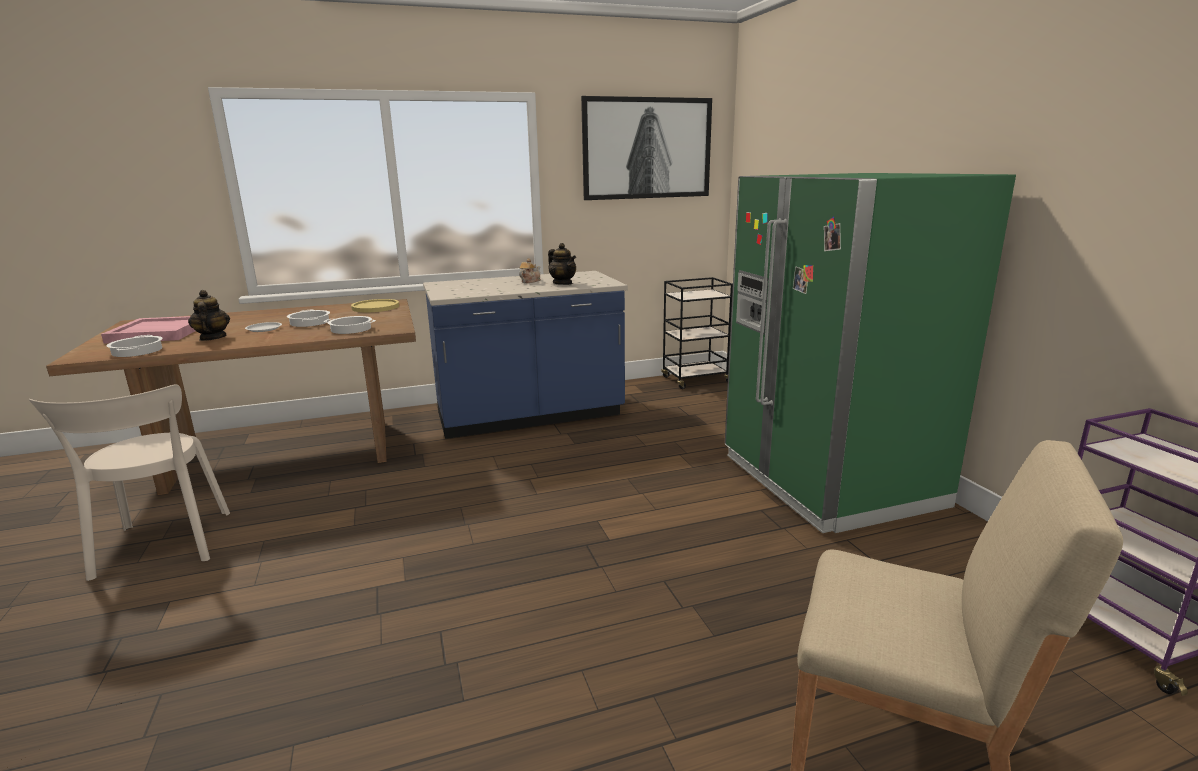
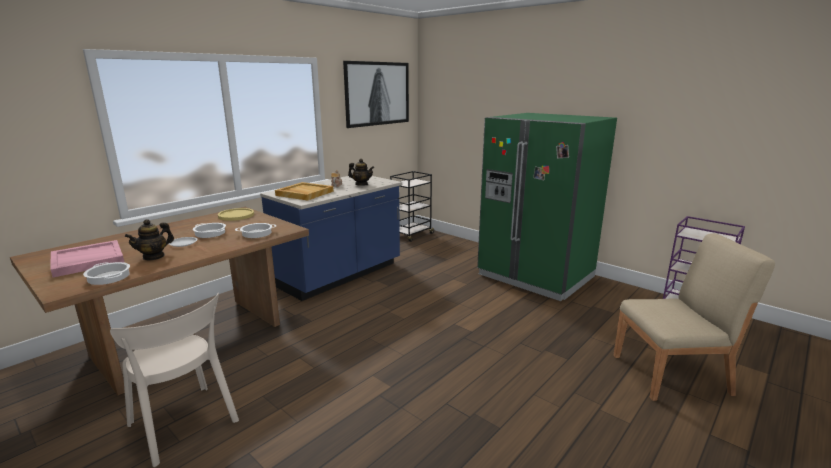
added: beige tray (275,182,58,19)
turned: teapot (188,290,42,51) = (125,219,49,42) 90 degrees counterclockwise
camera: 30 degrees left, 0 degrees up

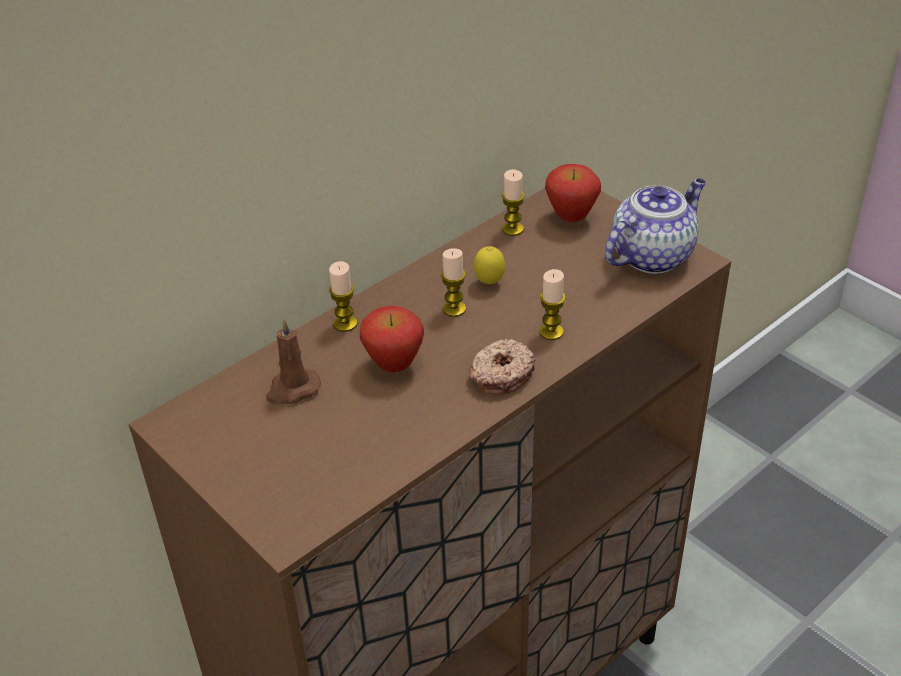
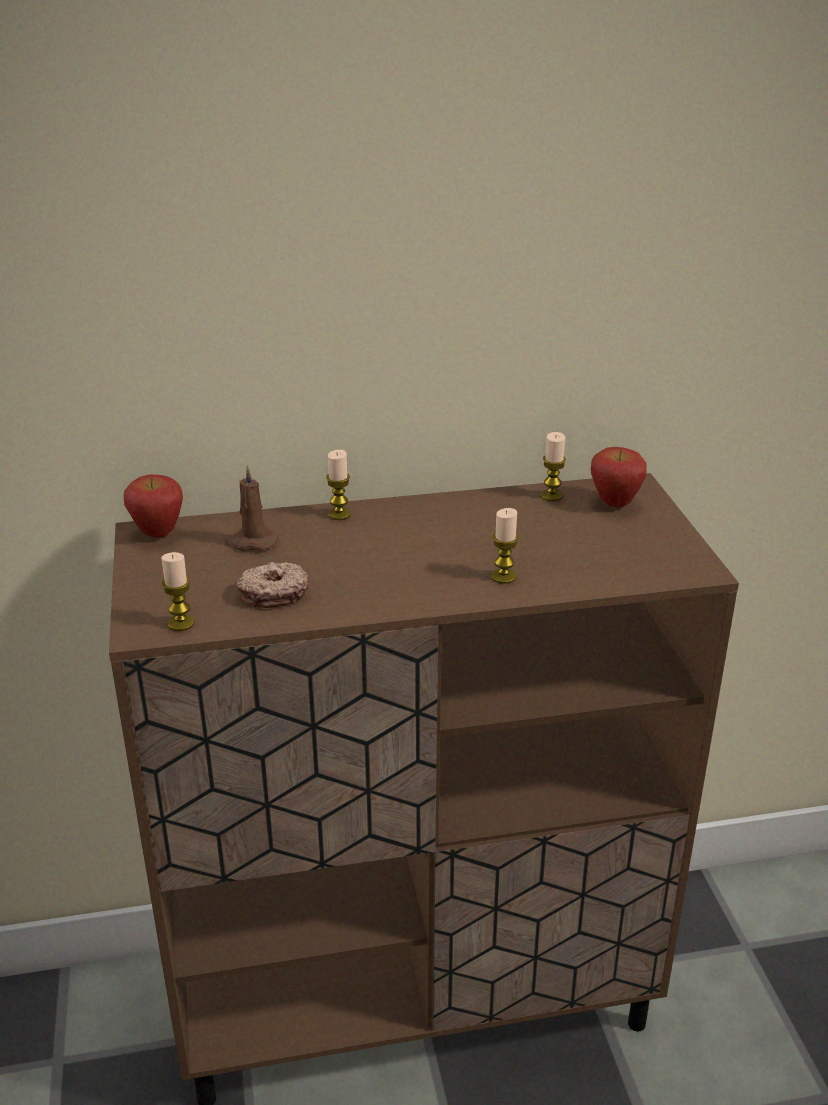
removed: lemon (474,246,31,38); teapot (605,178,101,96)
moved: apple (360,306,64,66) to (124,475,59,63); candle (441,248,25,69) to (161,552,34,79); donut (469,338,66,57) to (236,562,73,46)
camera: 30 degrees right, 10 degrees down

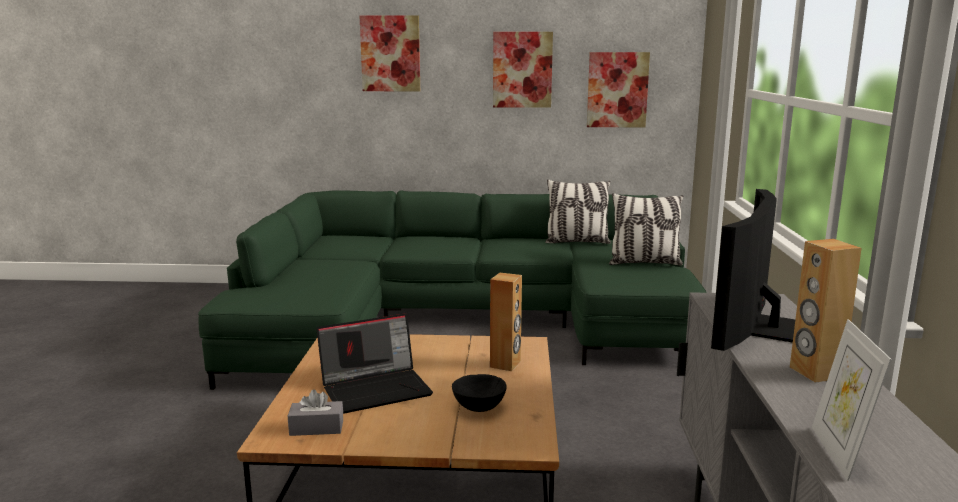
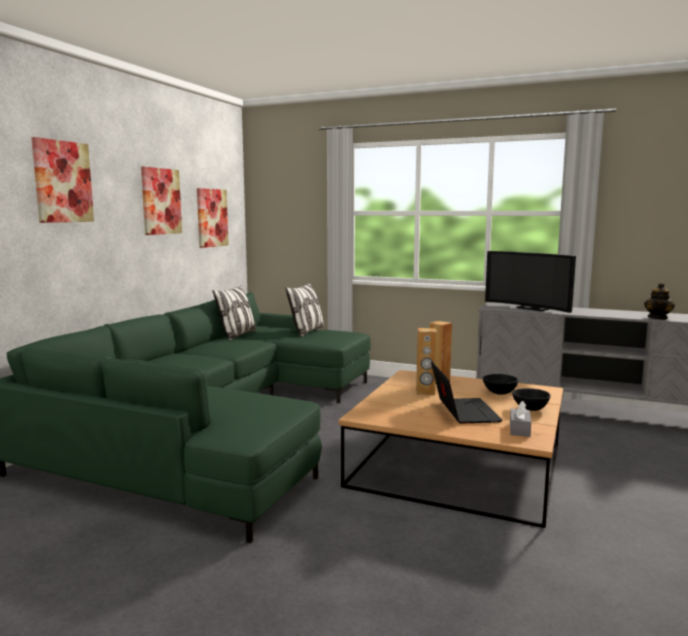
added: black bowl (512,388,39,23)
moved: brown speaker (790,239,72,144) to (416,328,21,67)
replaced: picture frame (812,319,80,162) to teapot (644,282,31,38)
camera: 70 degrees left, 5 degrees down

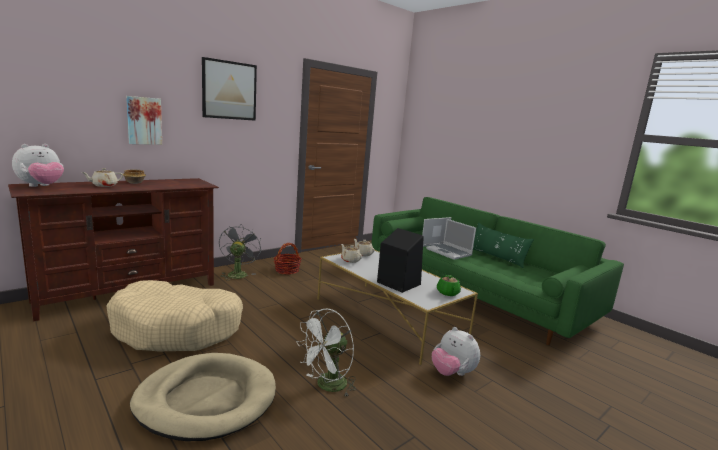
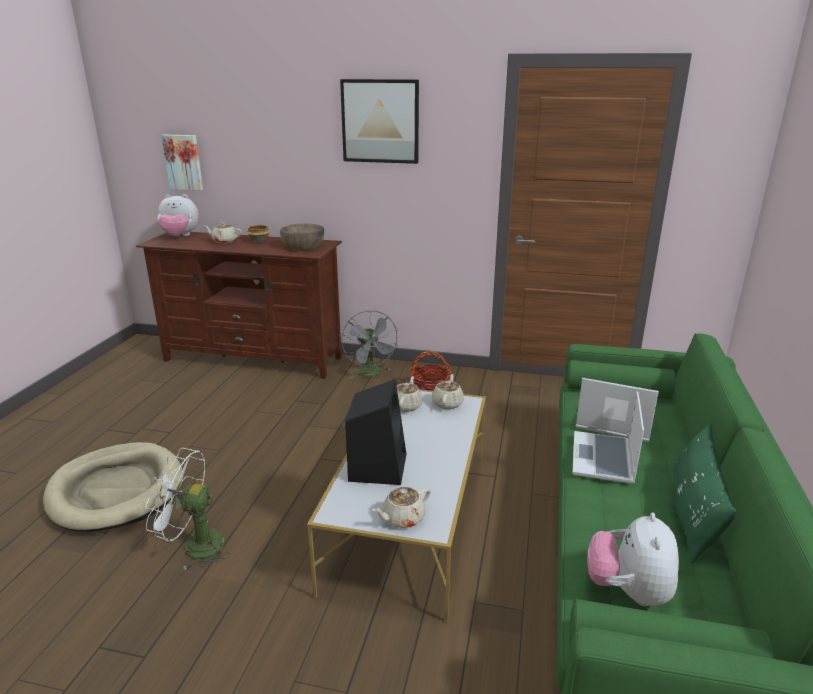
removed: beige dog bed (106,280,137,71)
added: brown bowl (280,224,44,27)
moved: picture (126,96,36,49) to (161,135,42,56); plush toy (432,327,48,49) to (587,513,92,93)
recoloured: green teapot (437,275,24,21) to beige teapot (372,487,59,41)
turned: grey fan (219,224,43,56) = (341,310,58,69) 105 degrees clockwise
camera: 55 degrees right, 10 degrees up

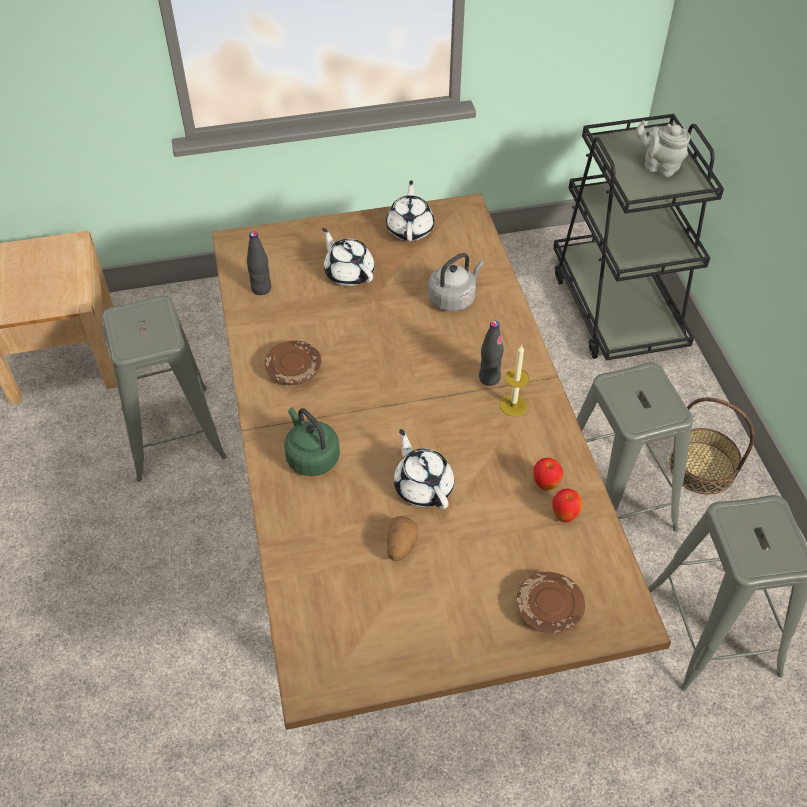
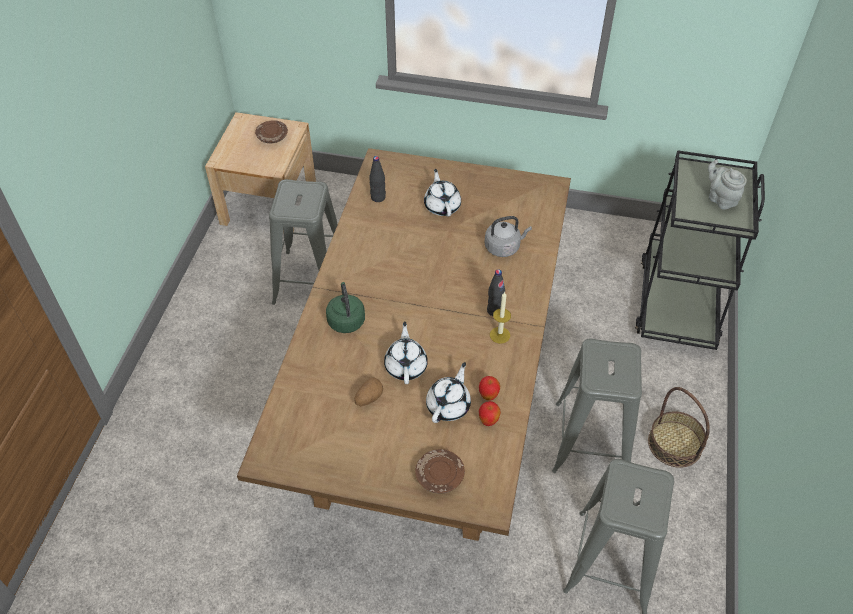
moved: brown plate (264,340,57,45) to (255,120,33,23); white teapot (386,180,48,61) to (426,362,45,61)
camera: 25 degrees right, 0 degrees up

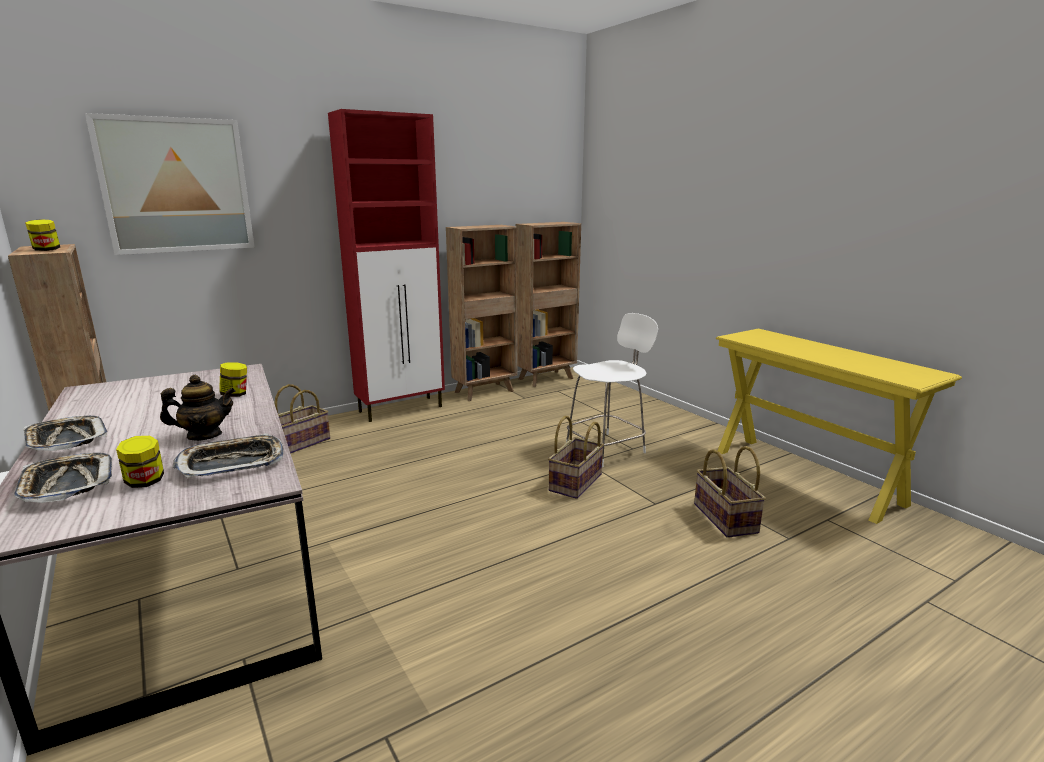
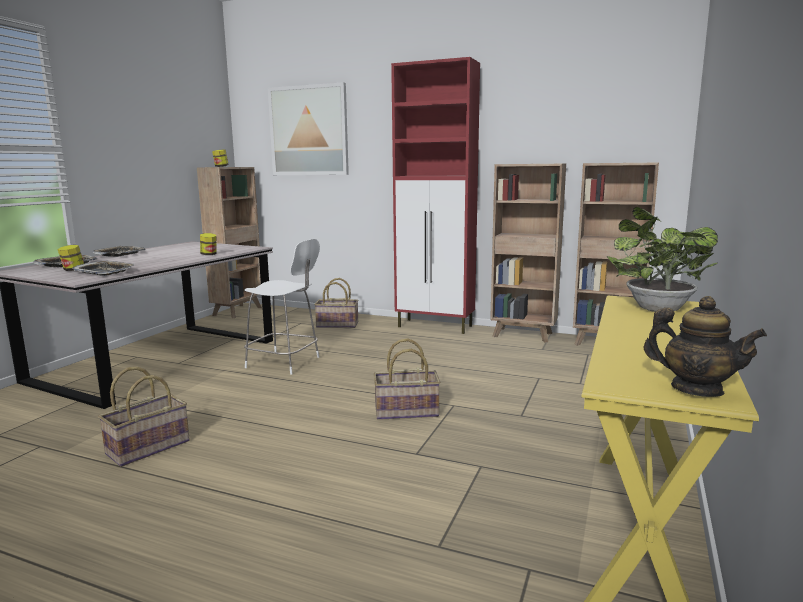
added: potted plant (607,207,111,105)
moved: teapot (160,375,76,66) to (643,296,124,101); white chair (566,313,92,154) to (244,239,76,136); basket (694,446,72,92) to (98,366,92,101)
camera: 55 degrees right, 5 degrees down

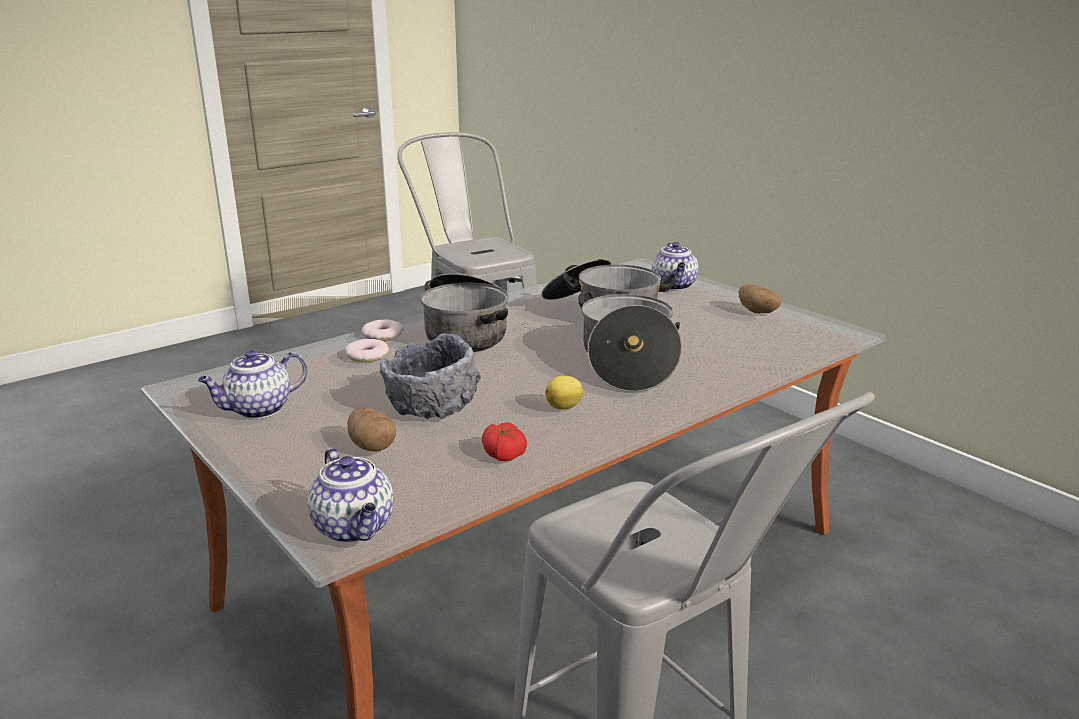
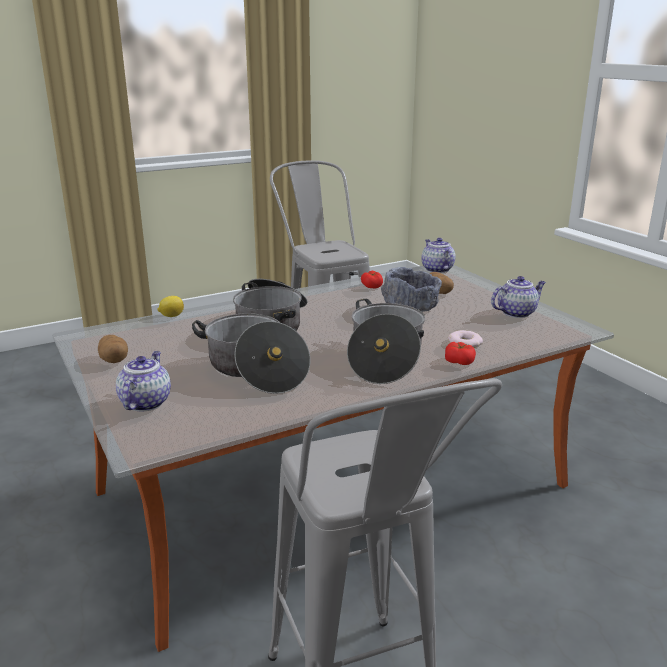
moved: lemon (545,376,38,34) to (158,296,26,21)
replaced: donut (361,319,43,22) to tomato (445,342,31,23)
camera: 170 degrees left, 0 degrees up

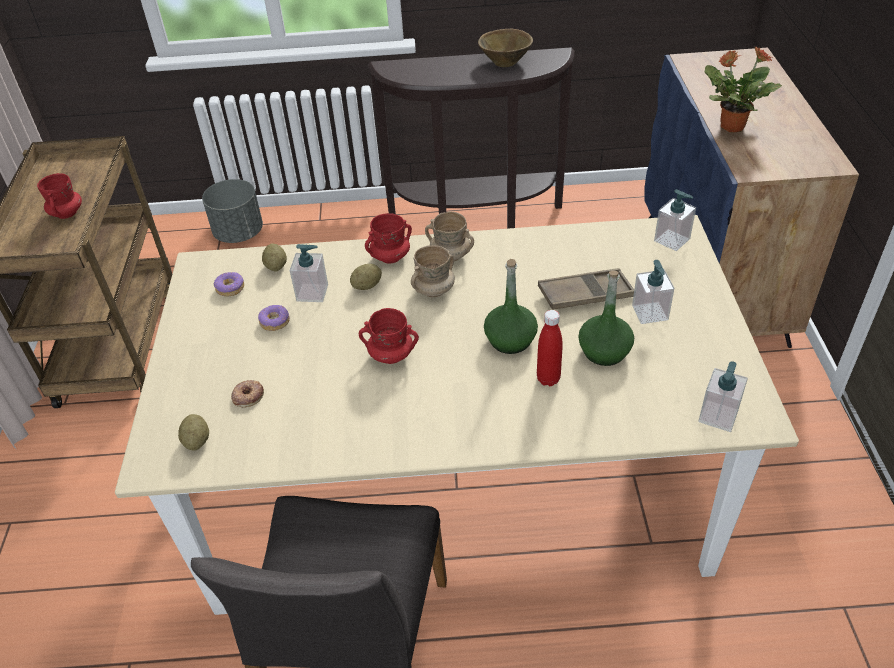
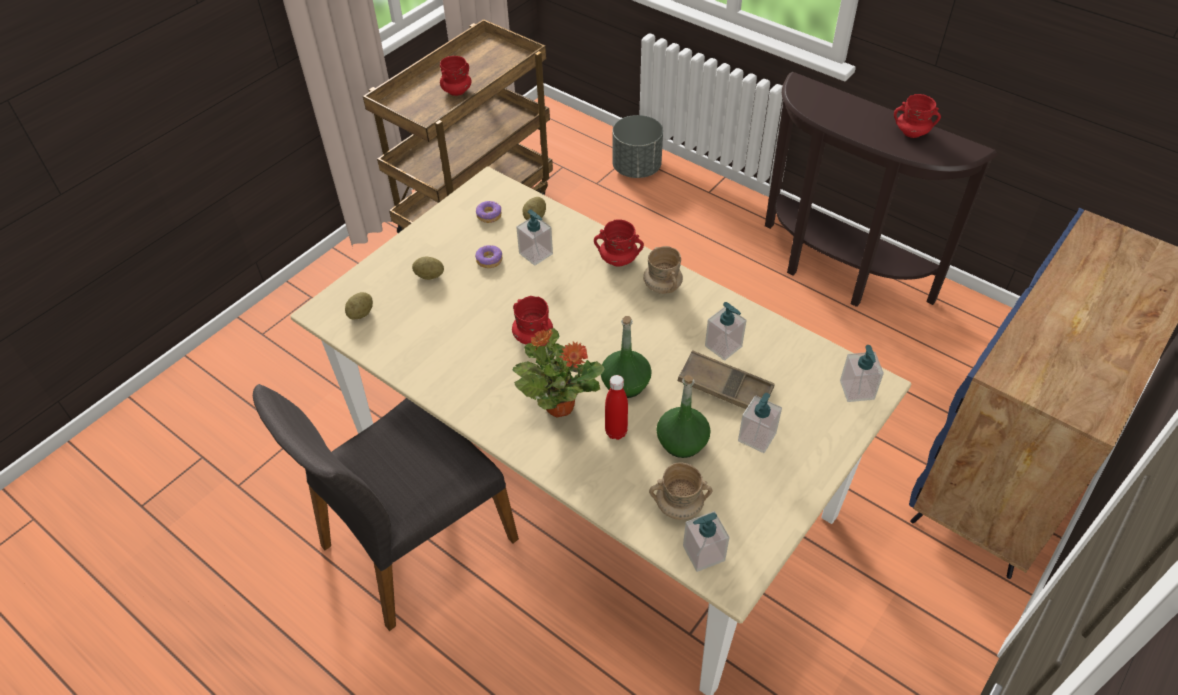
removed: donut (231,380,33,28)
added: soap dispenser (705,302,42,59)
moved: potato (350,264,32,26) to (412,257,32,23); beige mug (411,245,44,52) to (649,462,64,58); potted plant (705,46,77,86) to (513,328,91,90)
replaced: brown bowl (478,29,55,38) to red mug (894,94,47,44)
camera: 40 degrees right, 5 degrees up

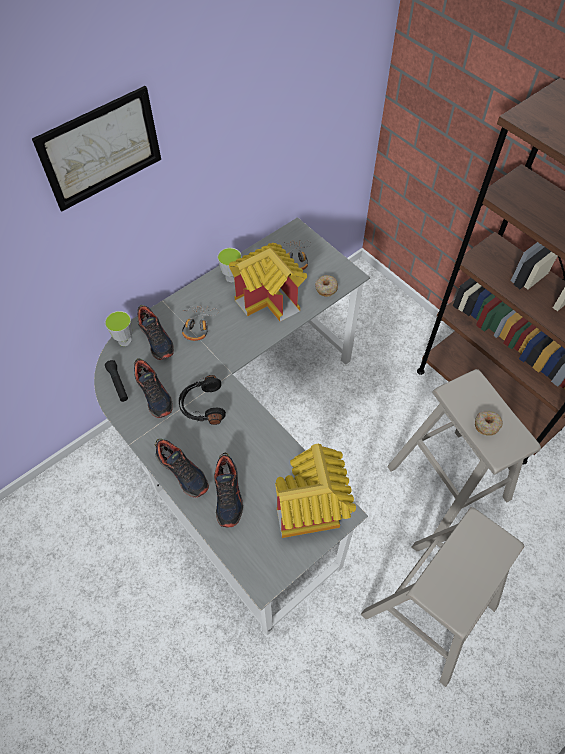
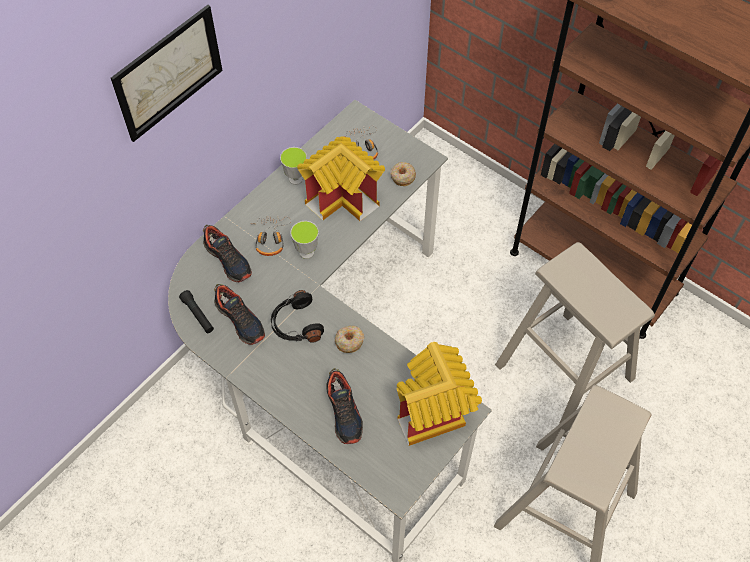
removed: shoe (155,439,54,59)
moved: cup (105,311,28,35) to (290,221,29,38); donut (475,411,28,25) to (335,326,29,27)
camera: 10 degrees left, 0 degrees up

